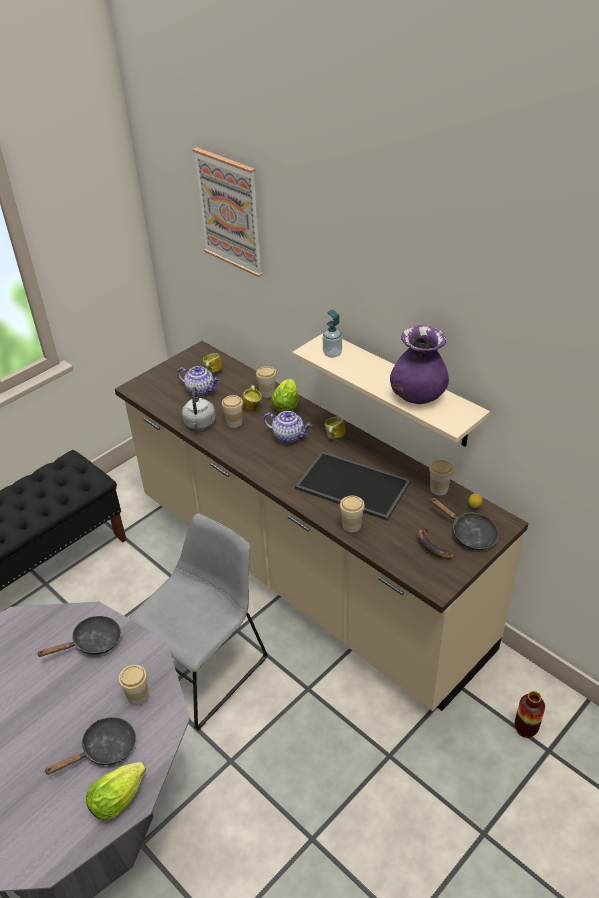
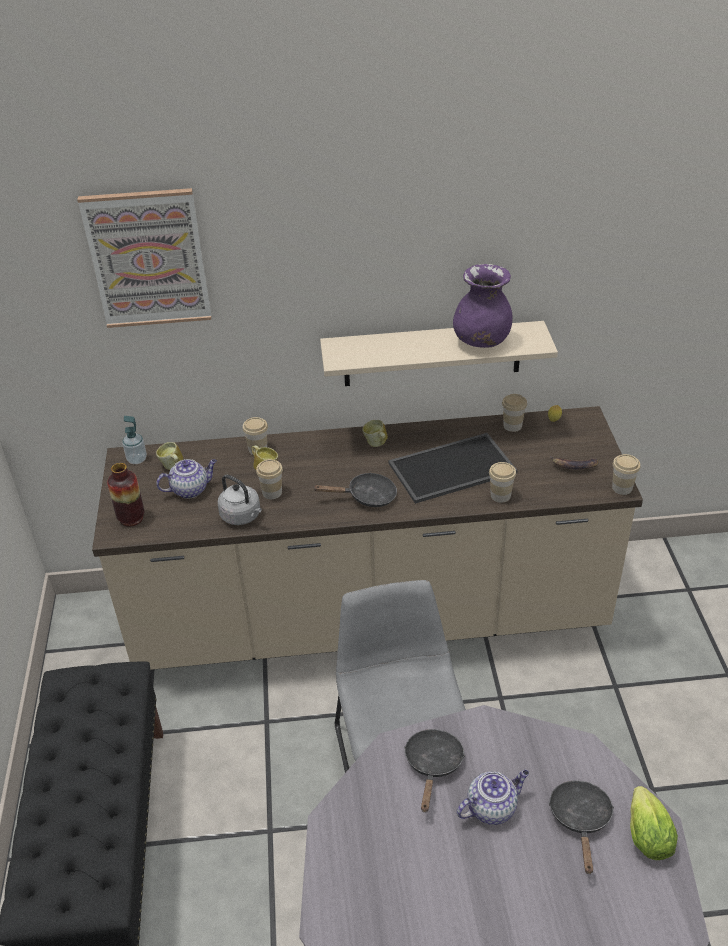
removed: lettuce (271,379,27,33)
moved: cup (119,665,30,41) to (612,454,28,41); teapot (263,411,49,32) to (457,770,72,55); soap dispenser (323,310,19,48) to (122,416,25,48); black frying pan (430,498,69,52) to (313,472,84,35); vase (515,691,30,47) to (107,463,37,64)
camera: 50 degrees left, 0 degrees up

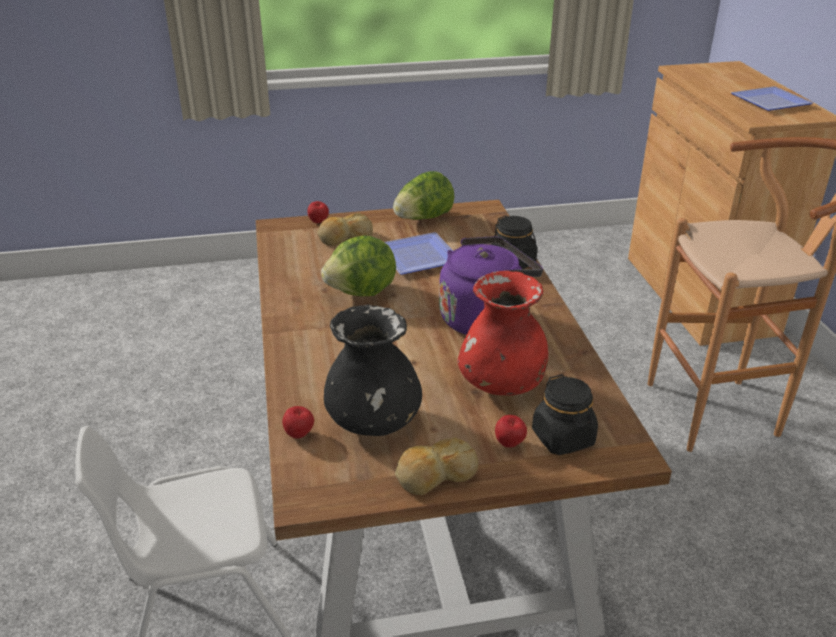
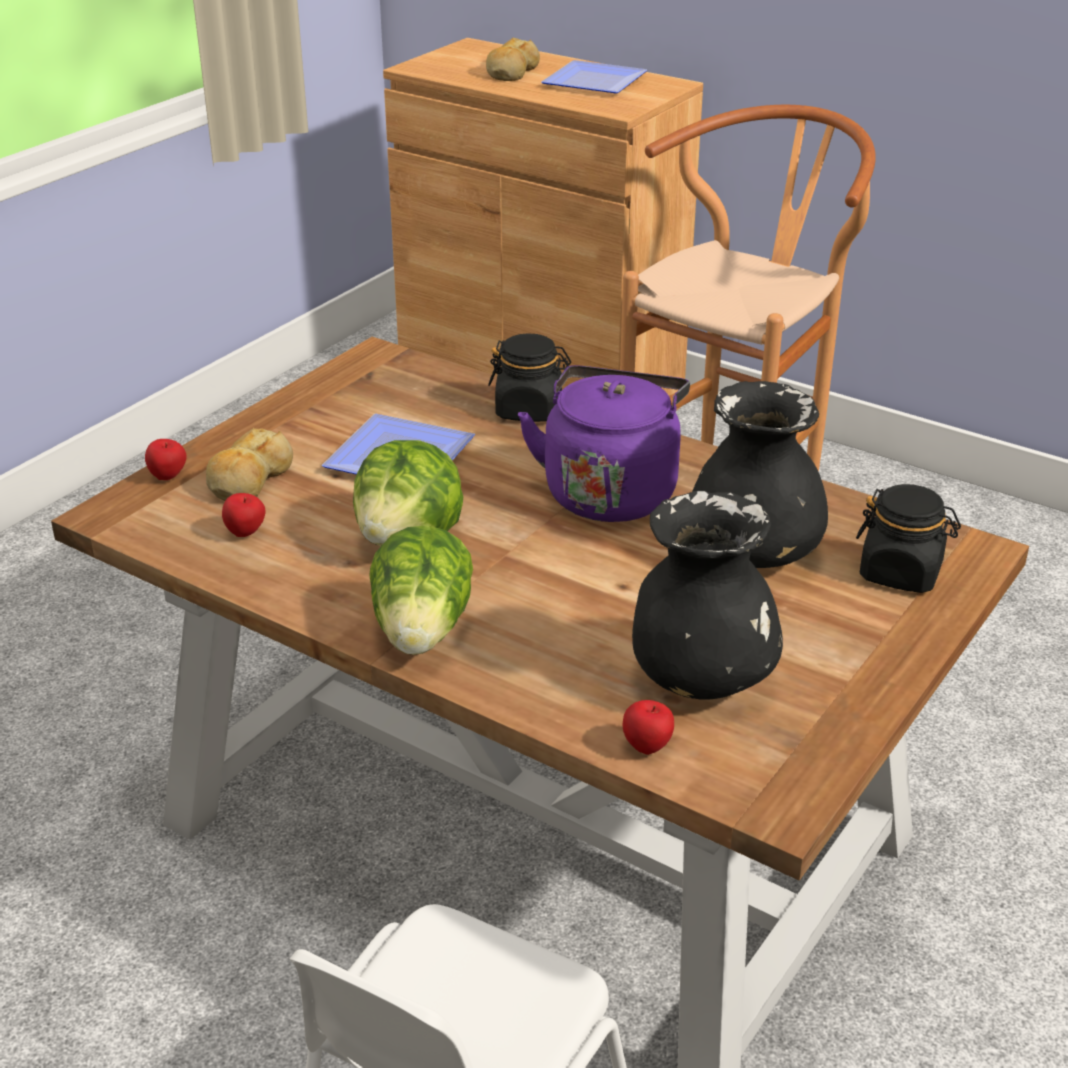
moved: lettuce (393,171,61,49) to (369,525,104,130); bread (395,437,83,58) to (486,38,54,43); apple (495,415,32,32) to (222,493,44,44)
recoloured: red vase (458,271,90,124) to black vase (692,381,136,187)
camera: 45 degrees left, 0 degrees up

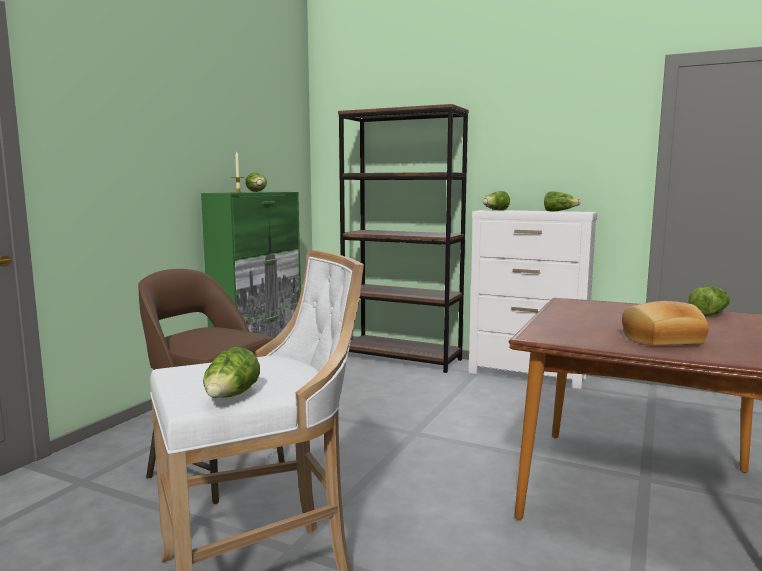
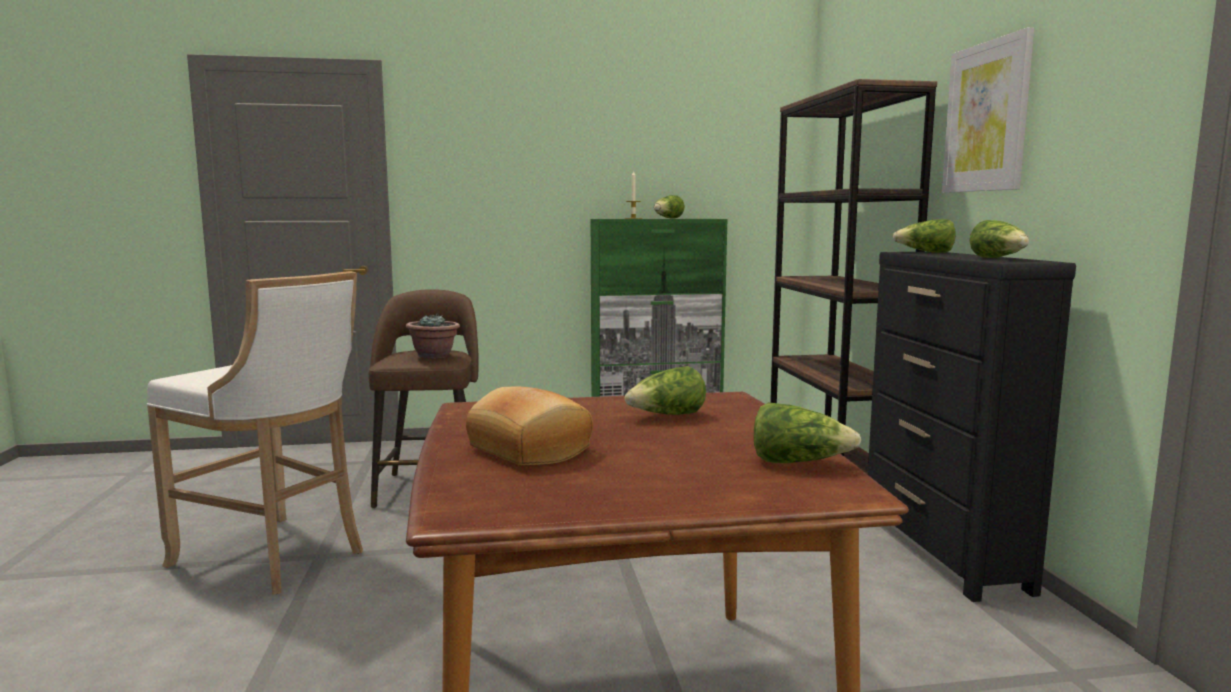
added: potted plant (406,313,54,46); picture (942,28,92,165)
moved: lettuce (203,347,57,51) to (625,366,81,49)
recoloured: white dresser (469,210,128,179) to black dresser (868,252,208,350)
camera: 55 degrees right, 0 degrees up

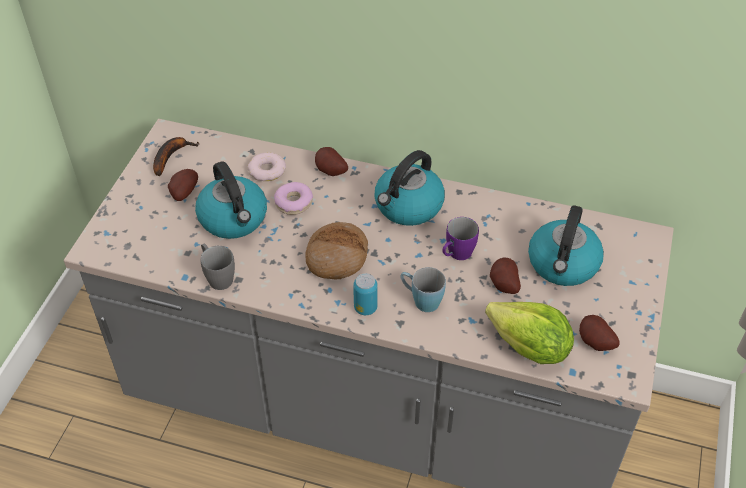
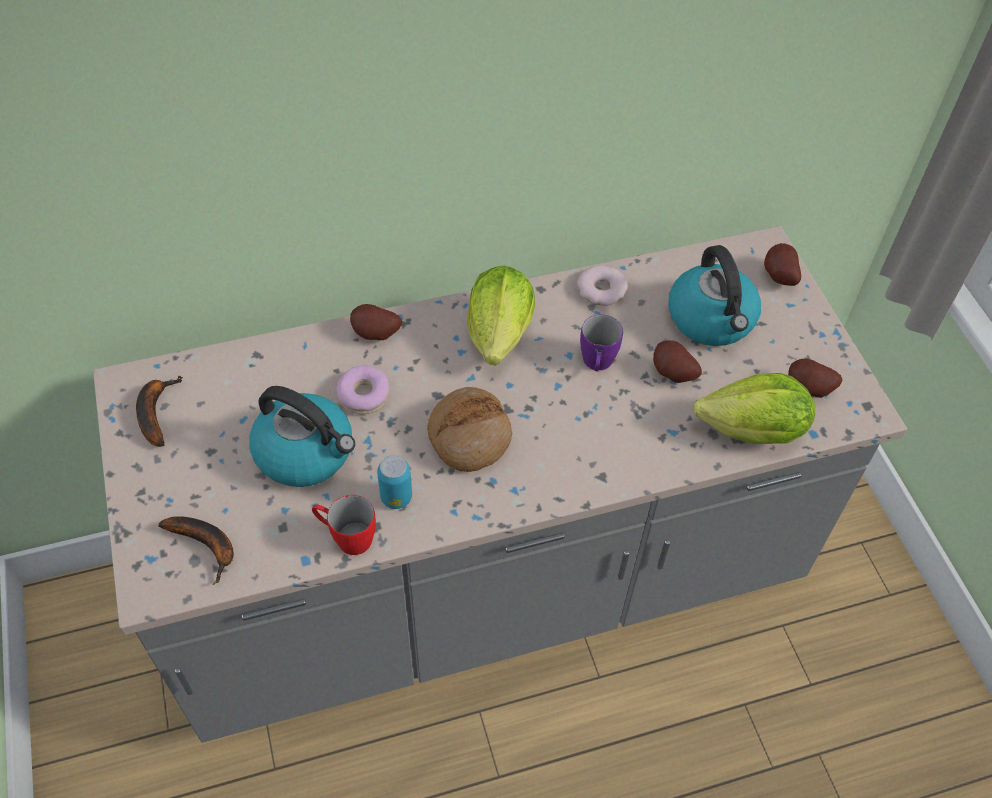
removed: blue mug (400,267,46,45)
added: banana (158,516,76,69)
moved: potato (168,169,30,32) to (764,243,37,43); donut (247,152,39,29) to (577,265,51,41); can (353,273,25,42) to (377,455,35,54)
replaced: kettle (374,150,71,76) to lettuce (467,265,68,100)
recoloured: grey mug (200,244,35,46) to red mug (312,495,64,60)
camera: 35 degrees left, 5 degrees up

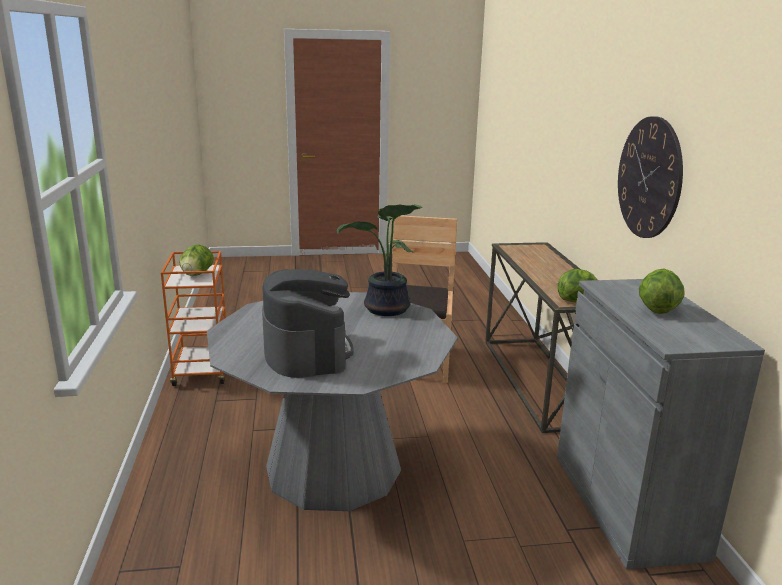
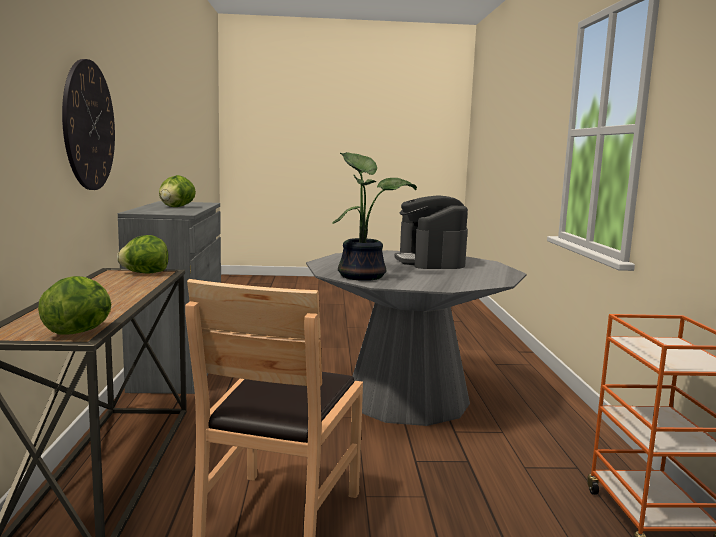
moved: lettuce (180,244,34,32) to (38,276,73,59)
camera: 175 degrees left, 10 degrees down

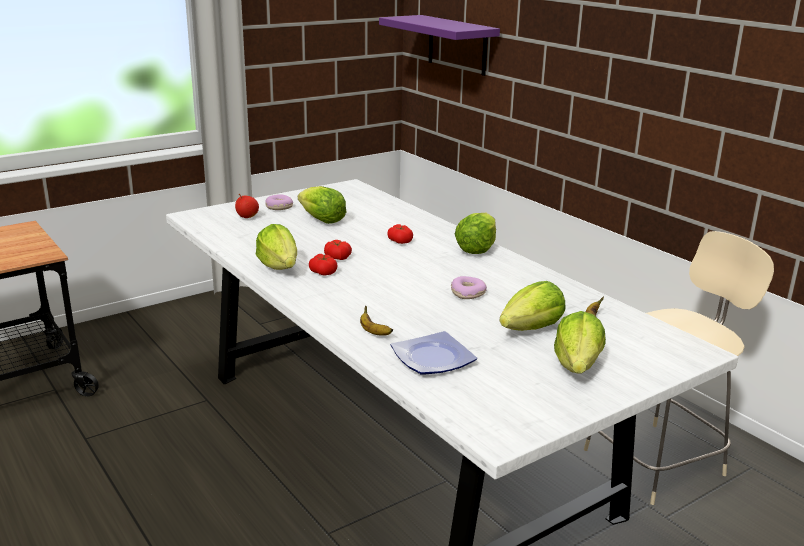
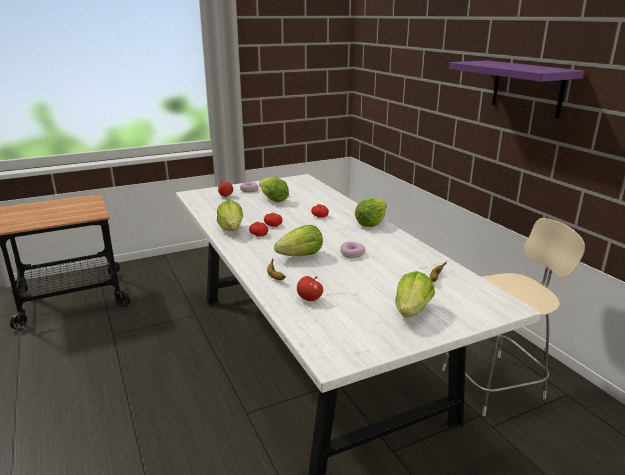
moved: purple shelf (379,15,121,61) to (449,60,135,59); lettuce (500,281,66,50) to (274,225,49,31)
replaced: plate (391,331,86,44) to apple (297,276,26,25)
camera: 10 degrees right, 0 degrees up

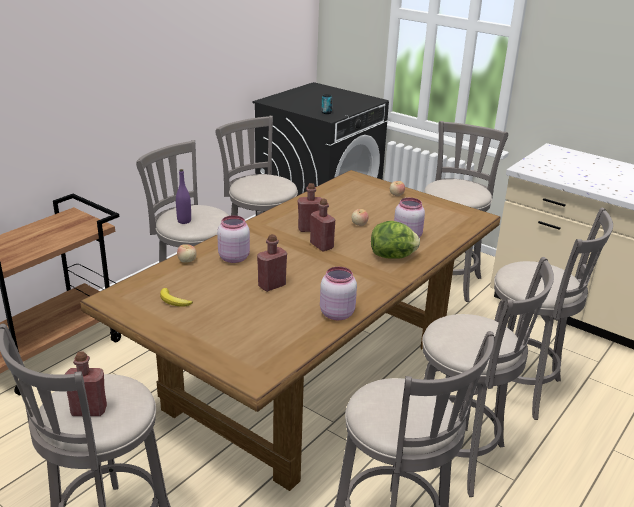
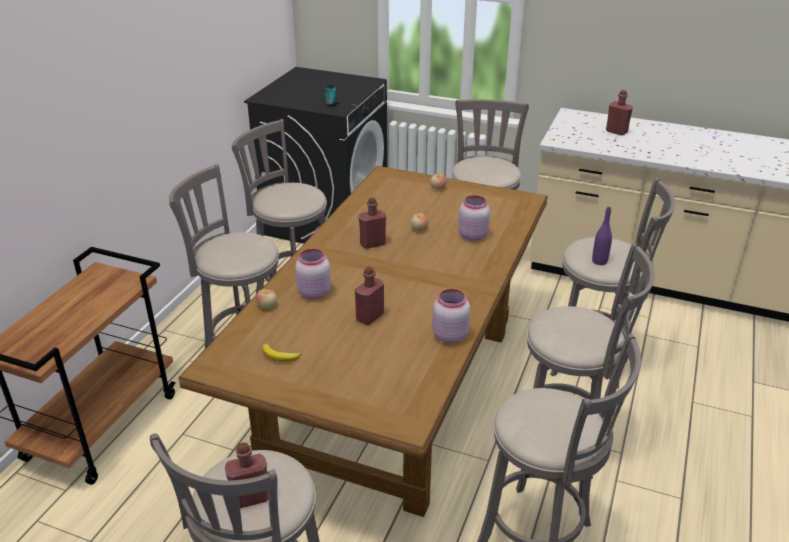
removed: lettuce (371,221,49,38)
moved: purple bottle (176,169,15,55) to (592,207,20,58); red bottle (310,198,25,53) to (606,90,27,46)
camera: 15 degrees left, 5 degrees up

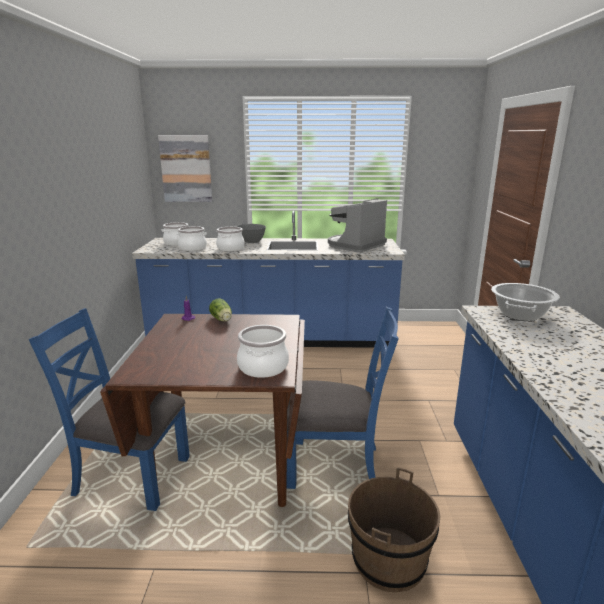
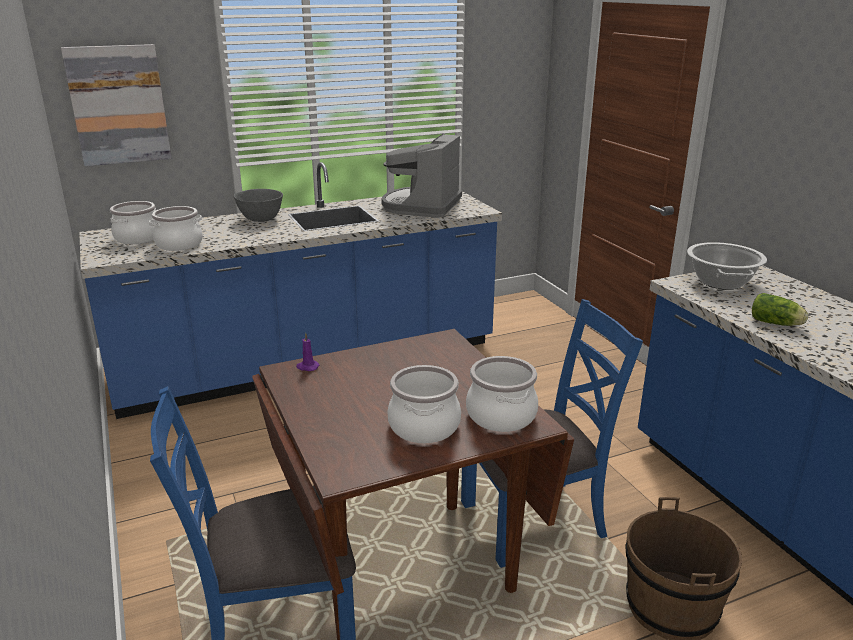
moved: lettuce (209,298,23,23) to (752,293,56,33); cooking pot (216,227,29,24) to (387,365,74,78)
camera: 25 degrees left, 5 degrees up

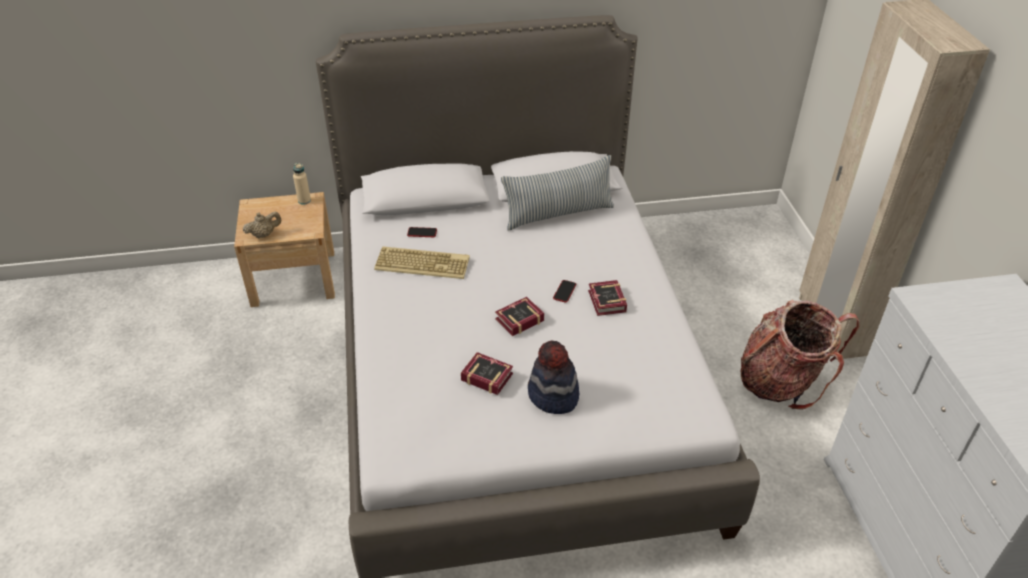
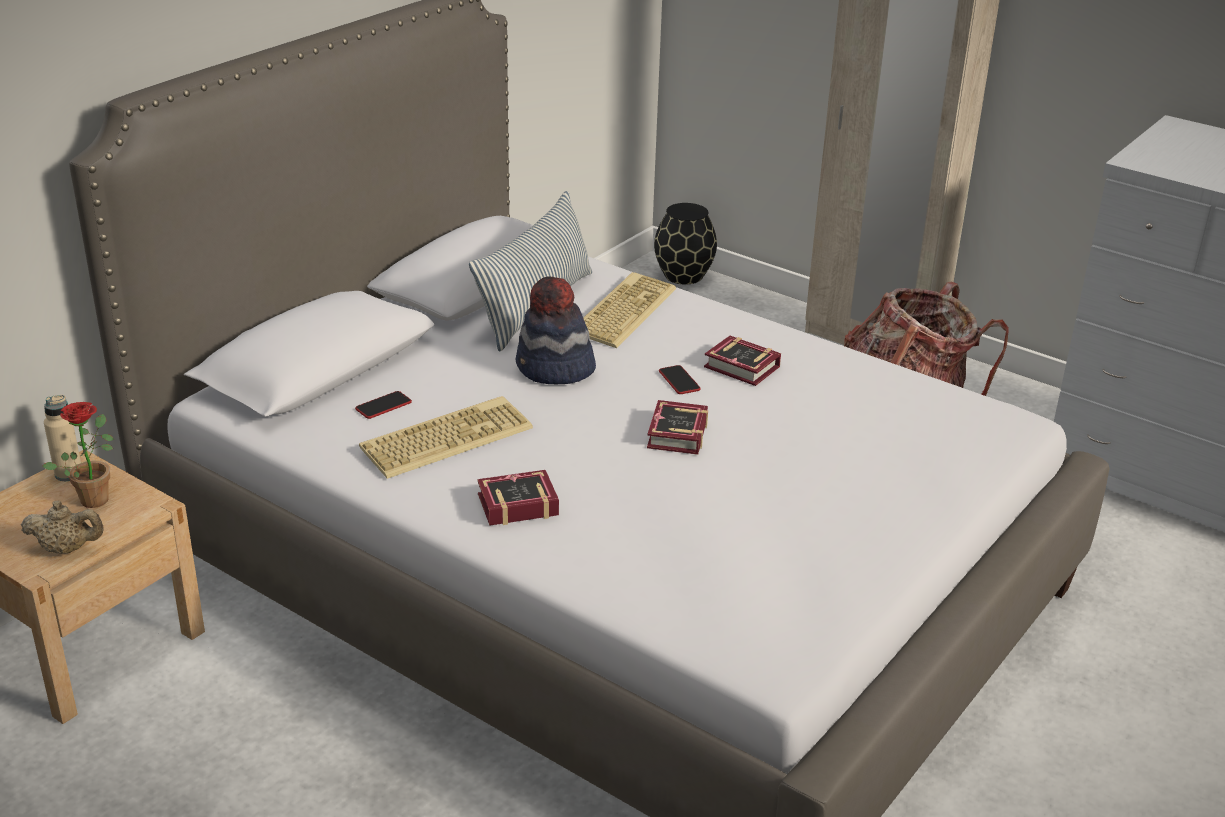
added: potted plant (43,402,71,106); keyboard (583,272,93,76); black vase (654,203,63,82)
moved: book (461,352,52,43) to (477,470,82,56); hat (528,341,51,73) to (516,276,80,108)
turned: beige teapot (242,212,39,27) = (21,501,83,53) 75 degrees clockwise
camera: 45 degrees left, 10 degrees down

